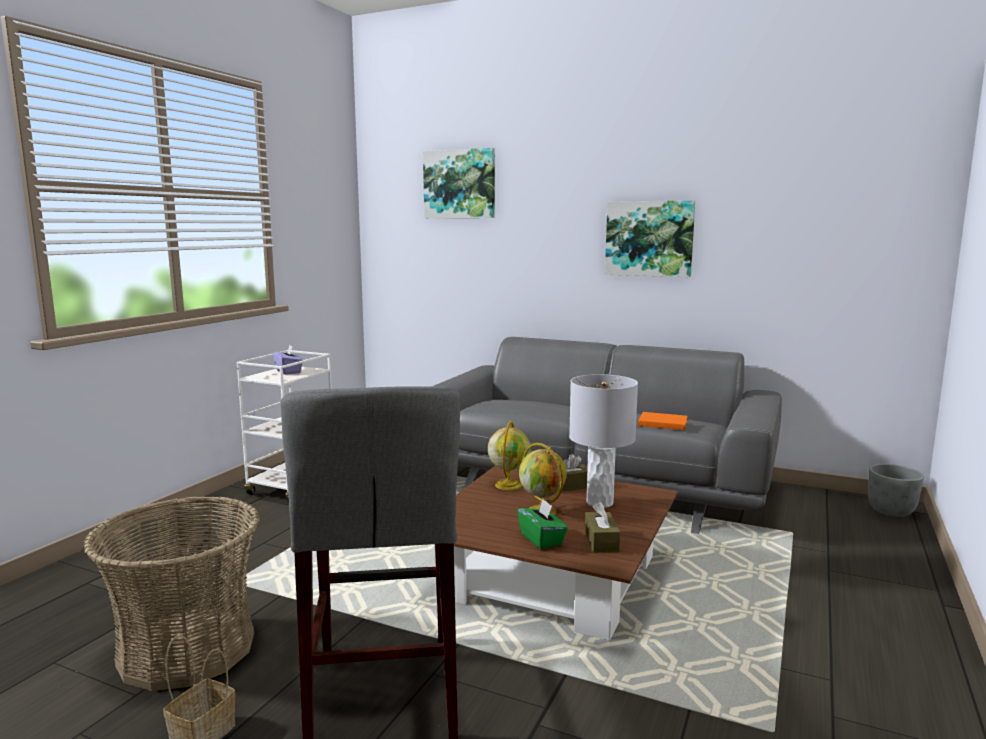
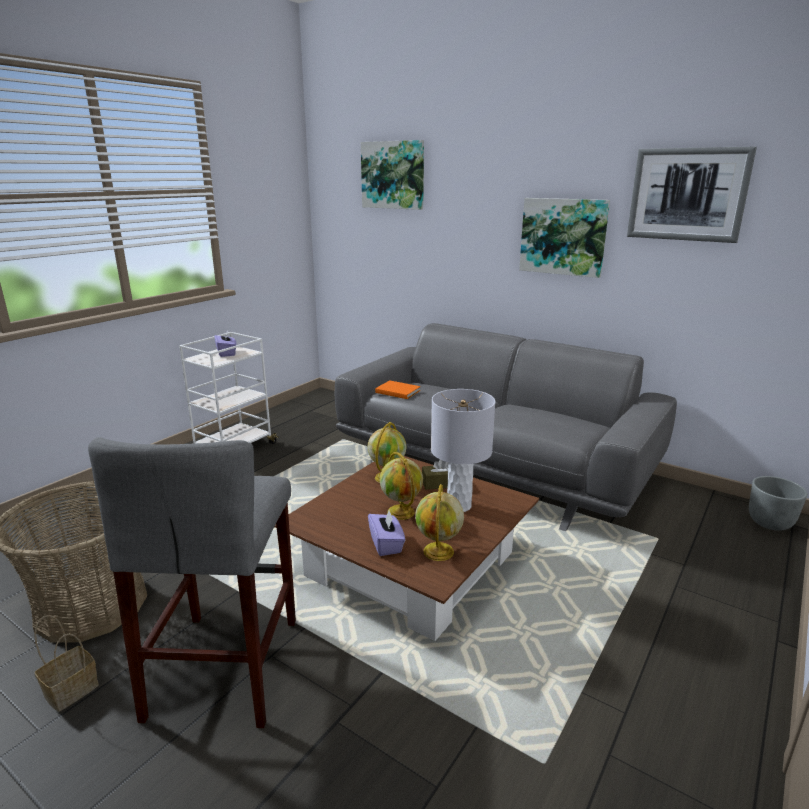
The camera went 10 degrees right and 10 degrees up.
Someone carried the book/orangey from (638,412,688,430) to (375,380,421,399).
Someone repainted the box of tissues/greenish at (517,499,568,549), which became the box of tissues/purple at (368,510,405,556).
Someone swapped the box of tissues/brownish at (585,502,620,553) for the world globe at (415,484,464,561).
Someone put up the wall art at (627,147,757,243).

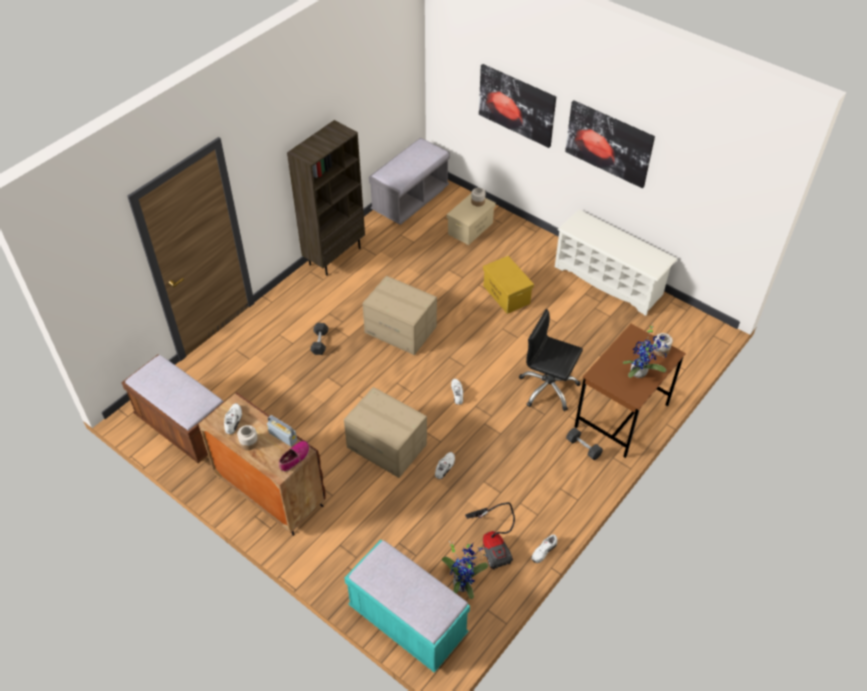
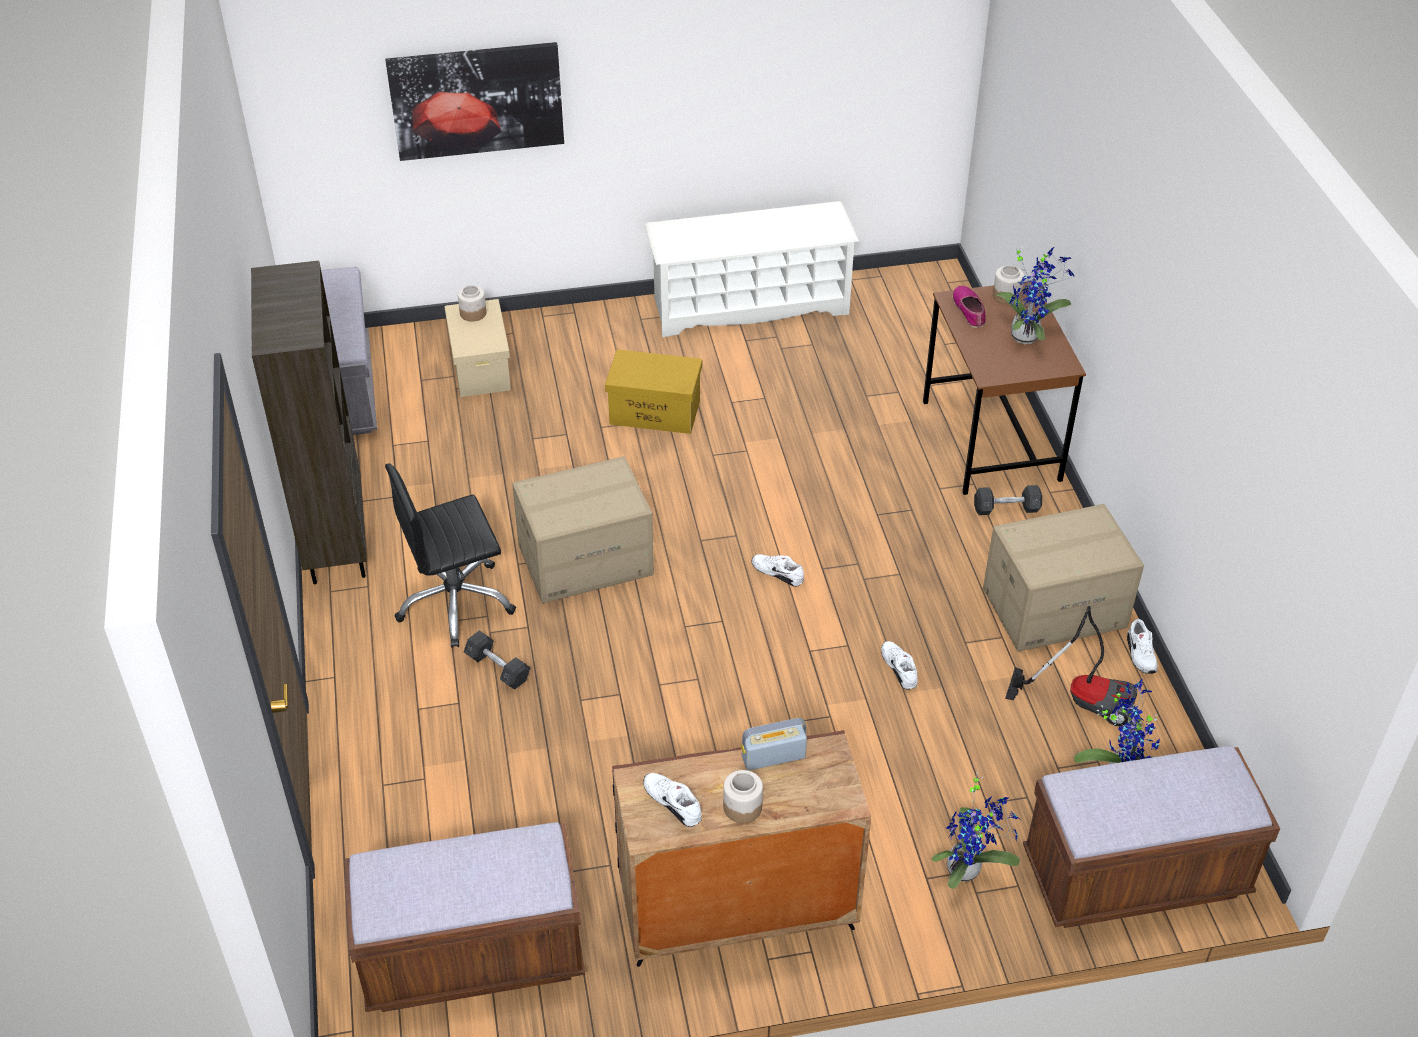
The camera went 50 degrees left and 5 degrees down.
Someone took away the wall art at (565,100,655,188).
Someone carried the office chair/black from (519,309,583,411) to (385,463,516,648).
Someone carried the packing box from (344,387,427,478) to (983,504,1144,652).
Someone carried the low shoe from (279,441,310,472) to (953,286,986,328).
Someone repainted the indoor bench/turquoise-coloured at (344,540,470,673), which became the indoor bench/brownish at (1023,746,1280,928).
Someone put down the plant in a pot at (931,771,1020,889).

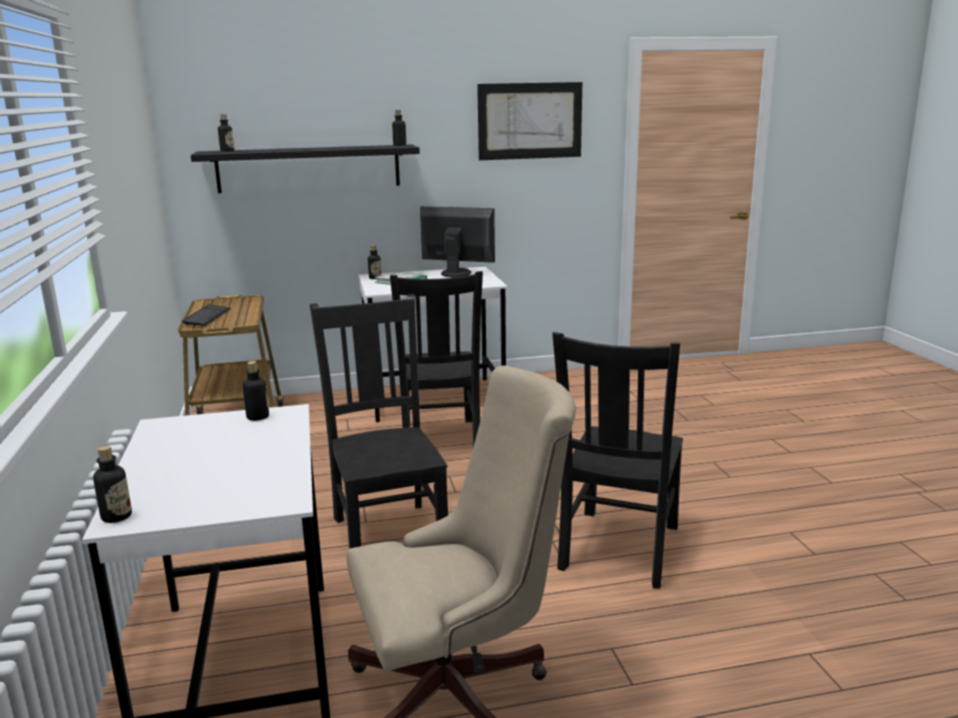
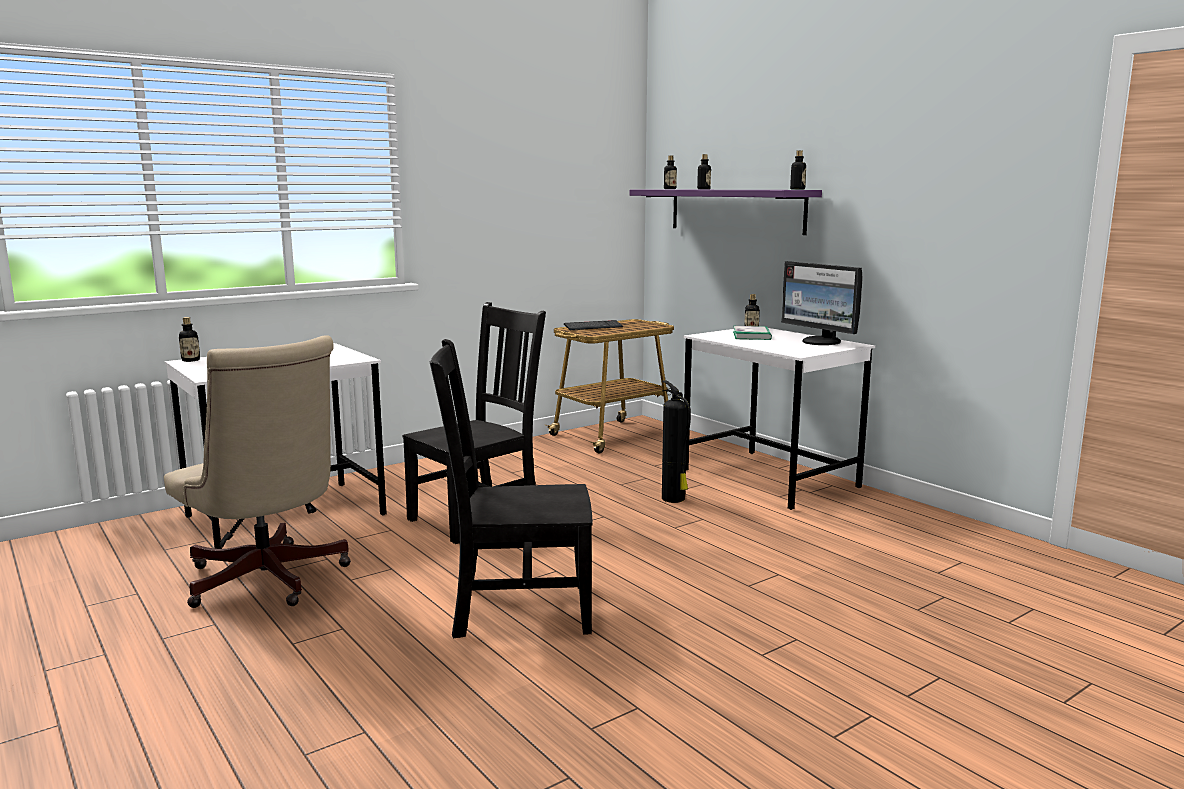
The camera went 65 degrees right and 5 degrees down.
Someone took away the wall art at (477,82,582,160).
Someone repainted the wall shelf/black at (191,145,420,193), which became the wall shelf/purple at (630,189,822,235).
Someone rotated the computer display at (420,206,495,277) by 150 degrees clockwise.
Someone swapped the chair/black at (390,271,483,447) for the fire extinguisher at (662,380,691,503).
Someone carried the beverage bottle from (243,361,269,421) to (697,154,711,189).

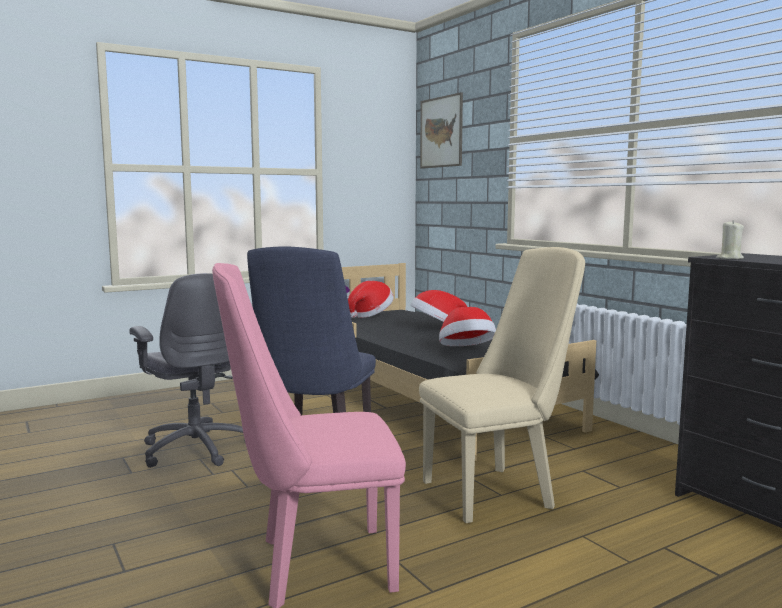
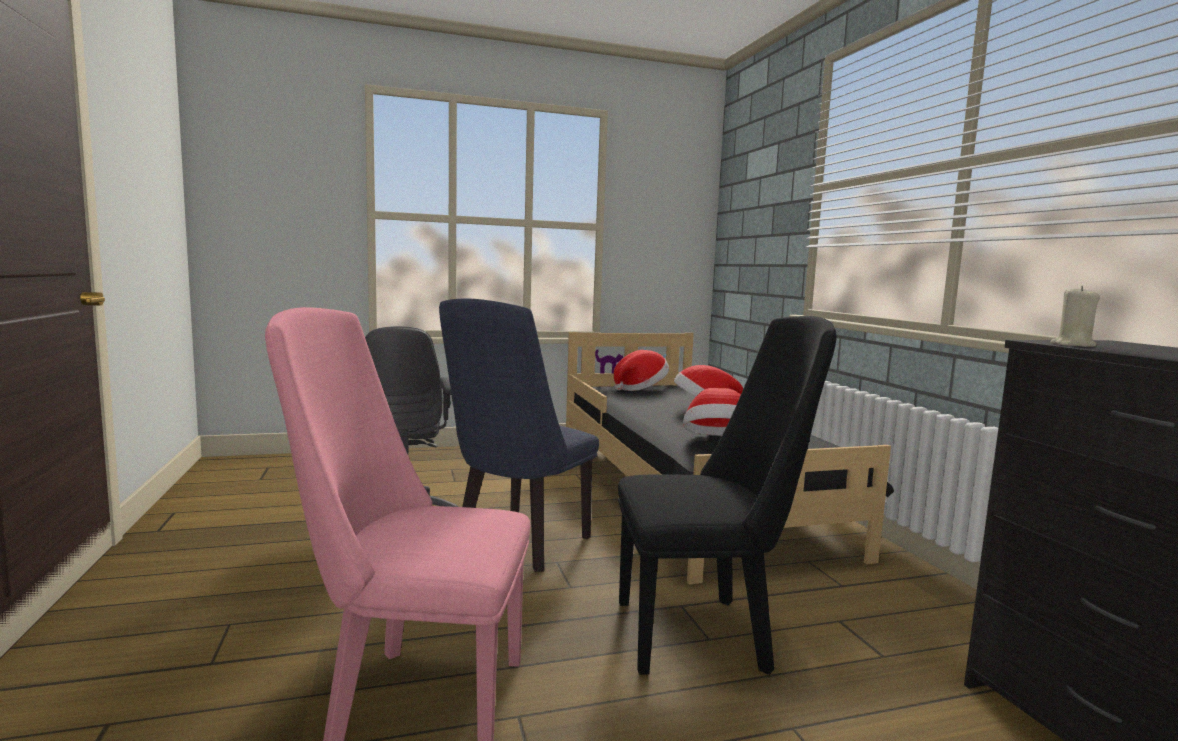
The camera went 15 degrees right and 0 degrees up.
Someone took away the wall art at (420,92,463,169).
Someone repainted the chair/beige at (419,247,585,523), which became the chair/black at (618,316,836,675).

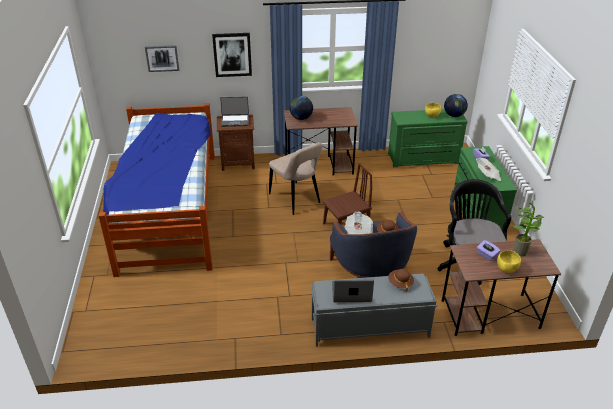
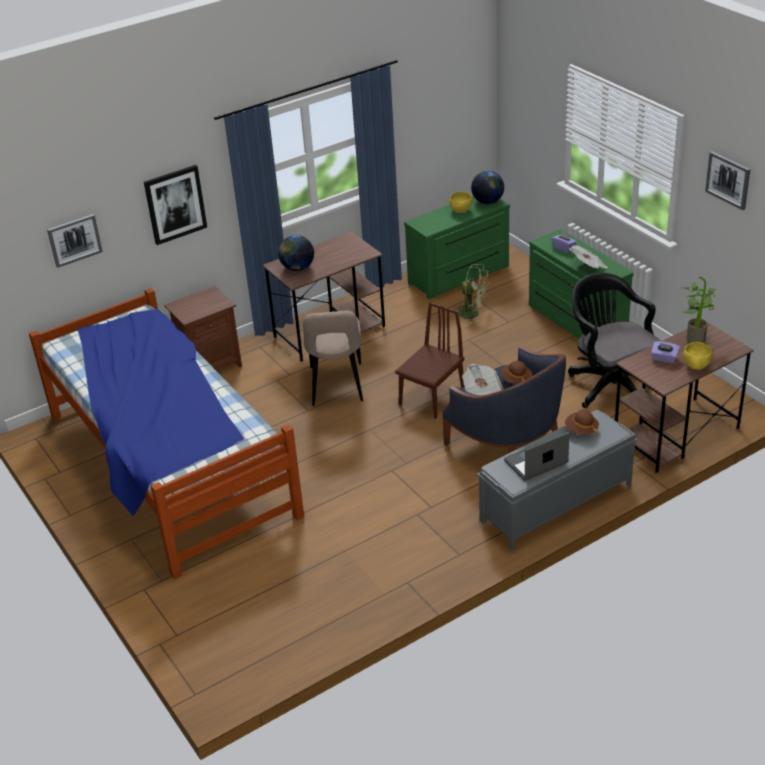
The camera went 25 degrees left and 0 degrees up.
Someone took away the notebook computer at (220,97,249,127).
Someone rotated the chair/beige at (269,142,323,215) by 60 degrees clockwise.
Someone put up the wall art at (705,151,750,210).
Someone put down the electric fan/greenish at (455,264,490,324).

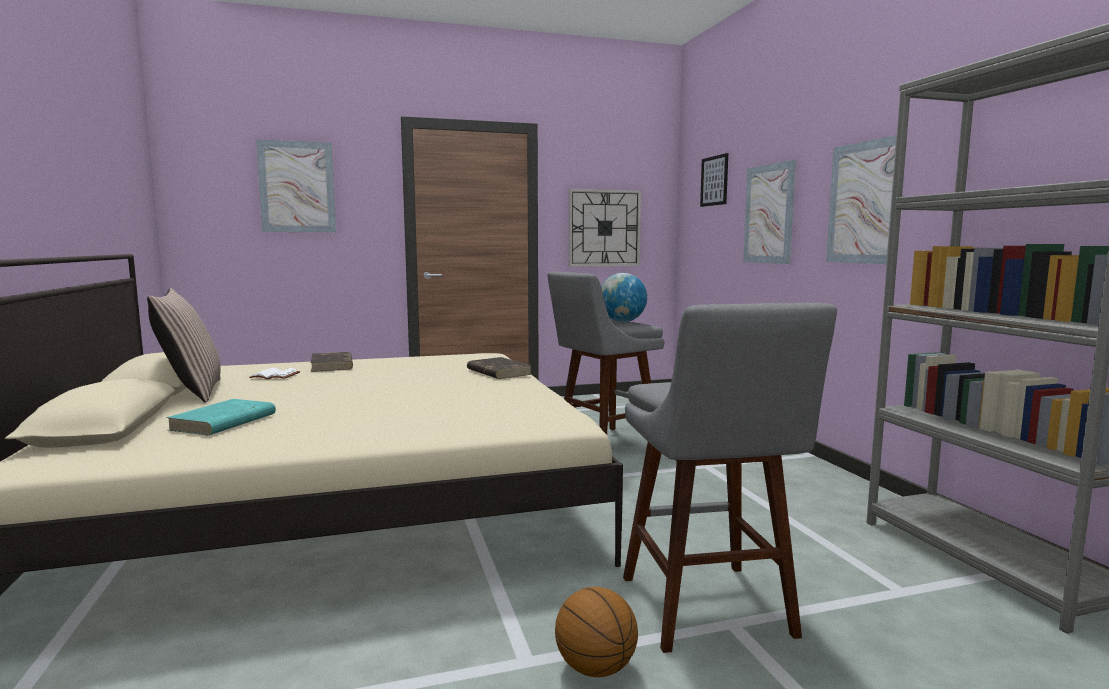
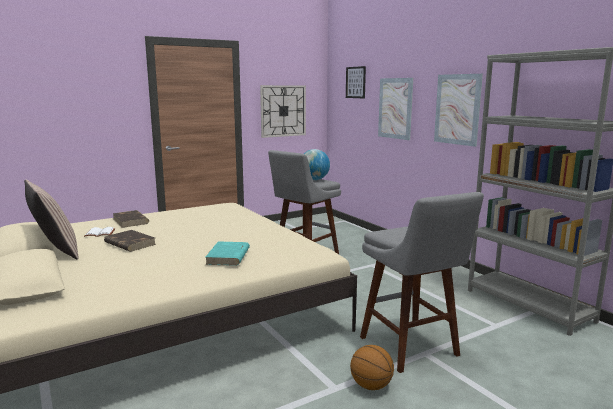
The camera went 15 degrees left and 5 degrees up.
Someone took away the wall art at (256,140,336,232).
Someone carried the book/brownish from (467,357,532,379) to (104,230,156,252).
Someone carried the book/turquoise-coloured from (166,399,276,435) to (205,242,250,266).

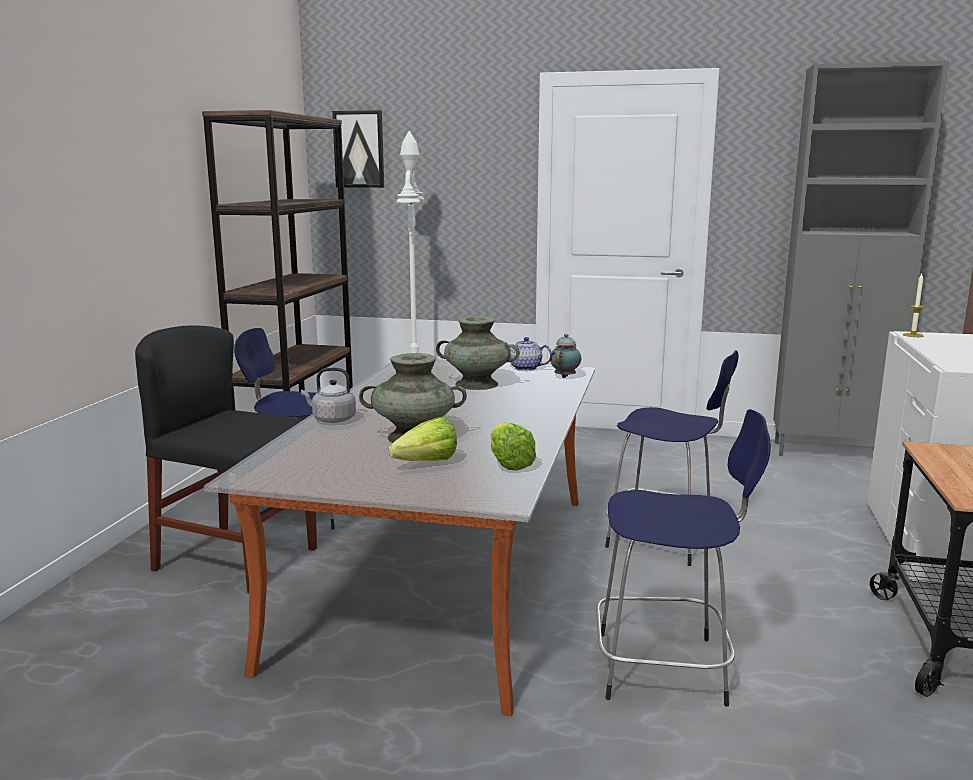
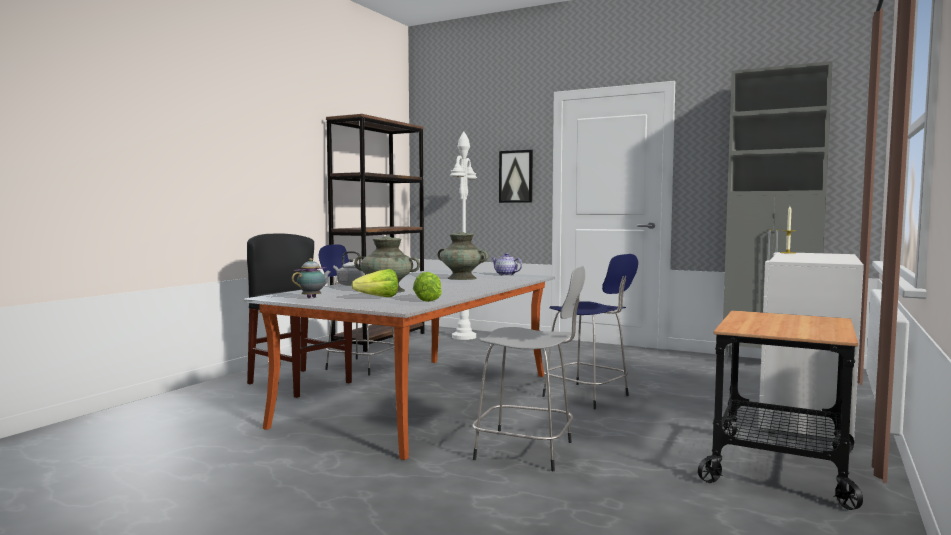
The camera went 15 degrees right and 10 degrees down.
Someone carried the wall art from (332,110,384,188) to (499,150,533,203).
Someone carried the tea pot from (550,334,581,378) to (292,258,331,298).
Someone repainted the stool seat/blue at (596,409,771,707), which became the stool seat/greyish at (472,266,585,471).

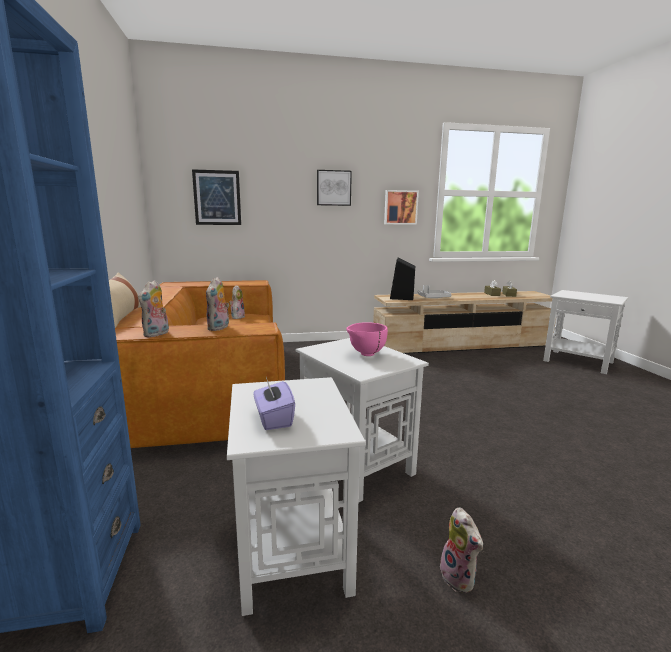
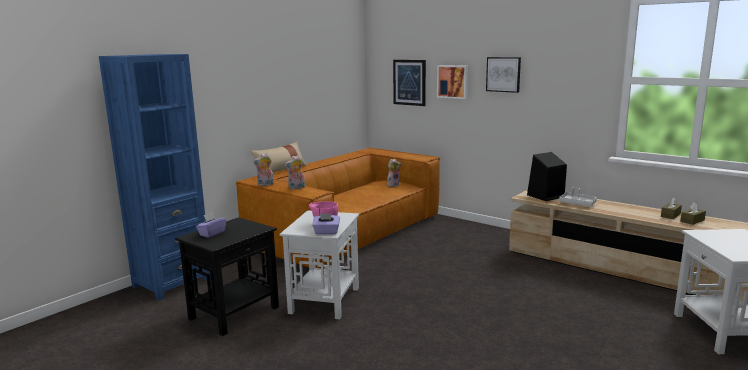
The camera went 50 degrees right and 0 degrees up.
Someone carried the wall art from (384,190,419,225) to (437,65,468,99).
Someone repainted the end table/whitish at (227,377,366,616), which became the end table/black at (175,217,279,336).
Someone took away the plush toy at (440,507,483,593).
Someone put down the box of tissues/purple at (312,214,340,234).

